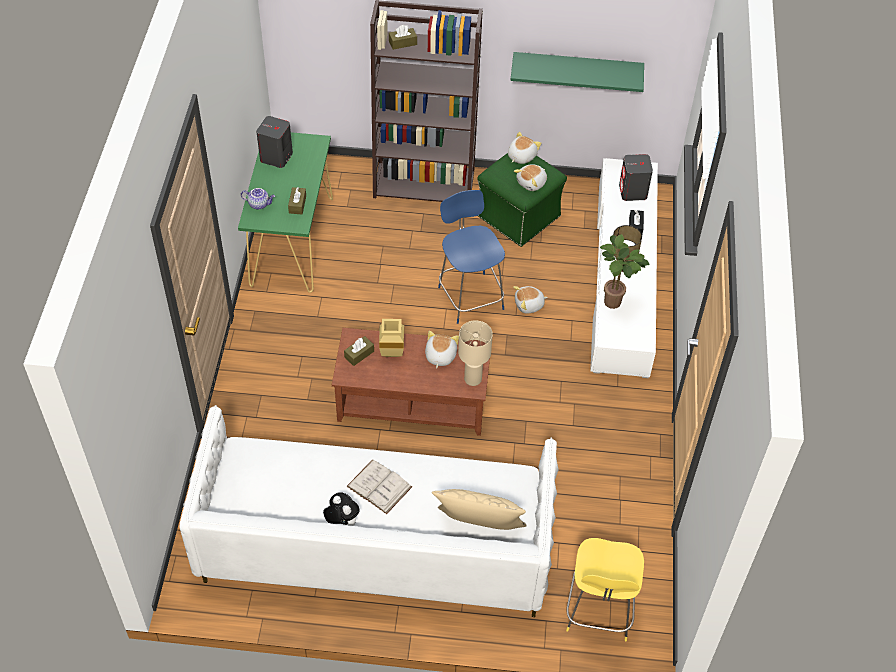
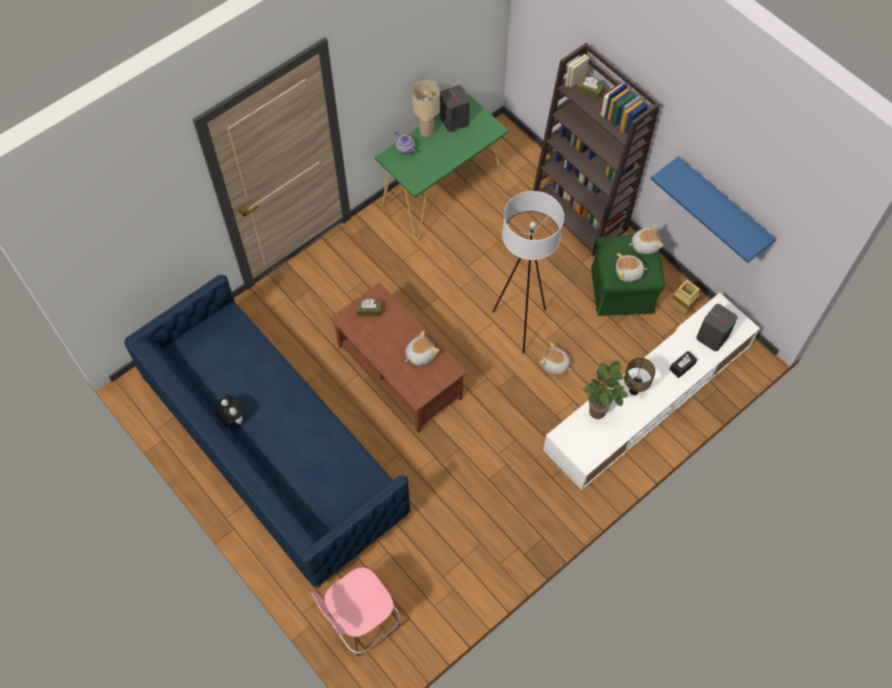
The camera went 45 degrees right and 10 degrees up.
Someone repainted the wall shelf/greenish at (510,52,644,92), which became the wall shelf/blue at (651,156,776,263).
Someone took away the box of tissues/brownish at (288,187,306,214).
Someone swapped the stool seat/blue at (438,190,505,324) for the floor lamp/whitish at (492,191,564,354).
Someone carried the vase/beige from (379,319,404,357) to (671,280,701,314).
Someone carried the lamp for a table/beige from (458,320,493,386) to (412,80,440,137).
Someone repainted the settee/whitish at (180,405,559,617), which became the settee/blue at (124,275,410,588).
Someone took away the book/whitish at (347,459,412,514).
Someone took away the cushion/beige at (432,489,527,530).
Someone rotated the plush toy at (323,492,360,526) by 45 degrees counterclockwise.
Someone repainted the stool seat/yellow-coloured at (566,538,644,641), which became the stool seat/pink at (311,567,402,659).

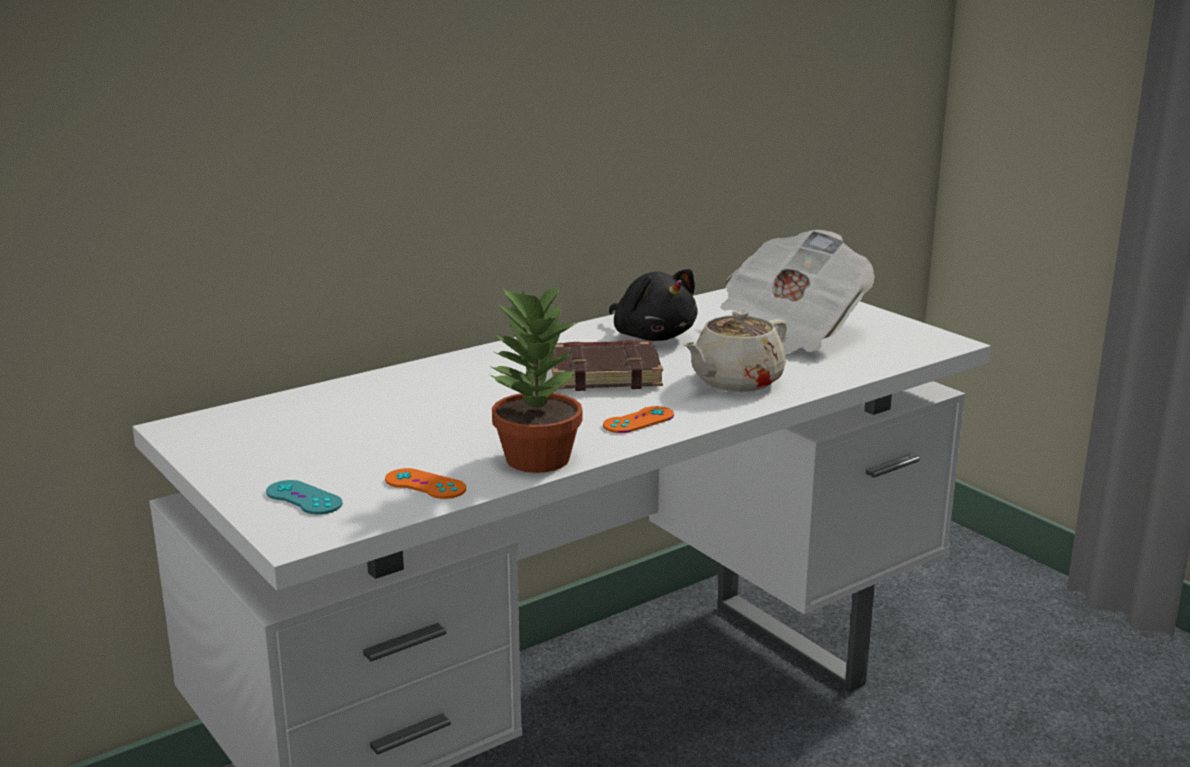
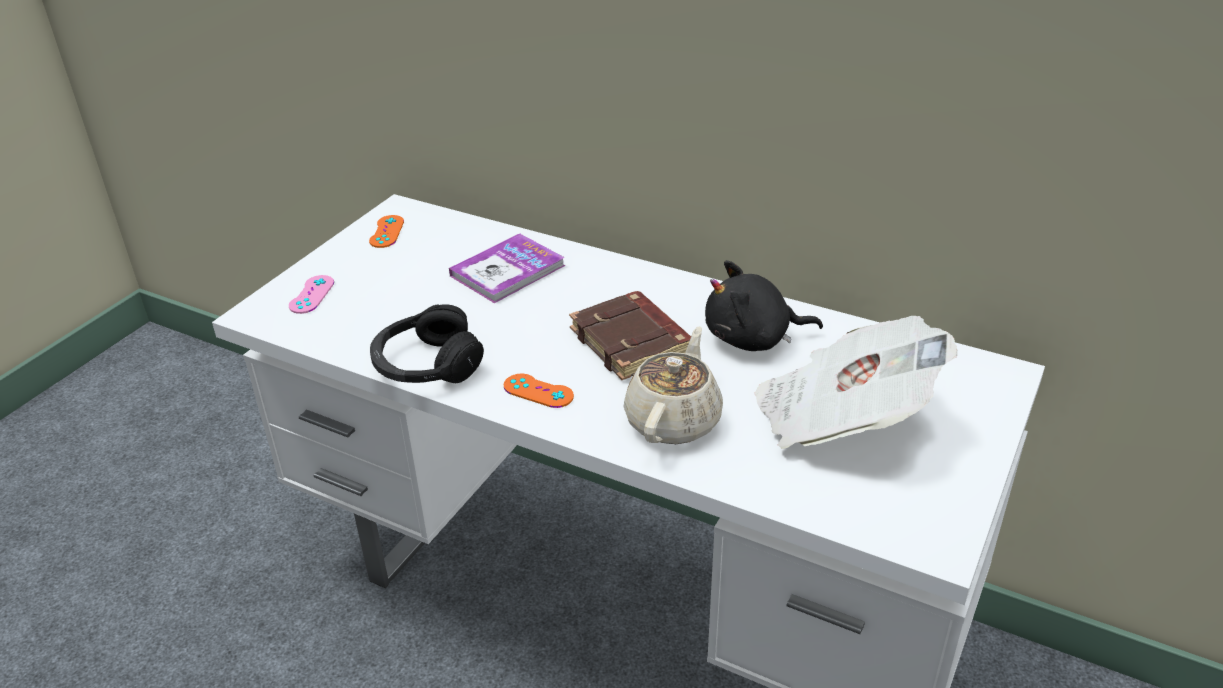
The camera went 65 degrees right and 15 degrees up.
Someone rotated the plush toy/black at (609,269,698,341) by 60 degrees clockwise.
Someone swapped the plant in a pot at (489,284,582,473) for the headset/black at (370,304,484,383).
Someone rotated the tea pot/beige at (683,310,787,392) by 90 degrees clockwise.
Someone carried the gamepad/orangey from (385,468,466,499) to (369,215,404,248).
Someone repainted the gamepad/turquoise-coloured at (266,480,342,515), which became the gamepad/pink at (289,275,334,314).
Someone put down the book at (449,233,565,303).

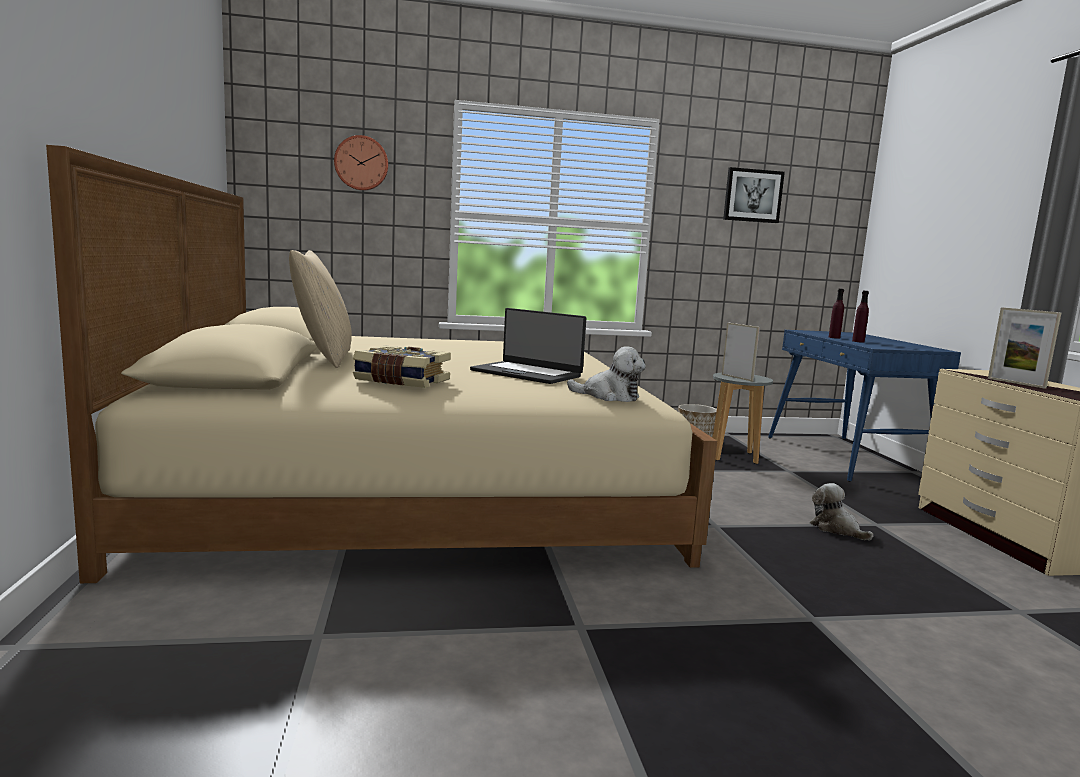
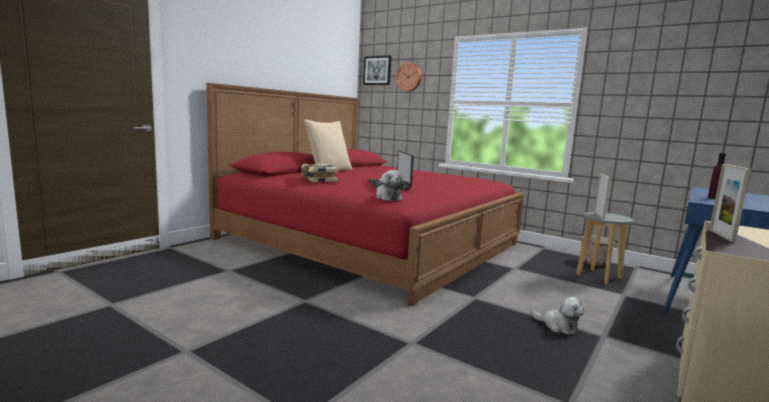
The camera went 45 degrees right and 0 degrees up.
Someone repainted the bed/beige at (46,145,717,583), which became the bed/red at (206,83,524,306).
Someone carried the wall art from (723,167,785,223) to (363,56,392,85).
Someone took away the beverage bottle/purple at (829,289,844,339).
Someone rotated the plush toy at (810,483,874,541) by 120 degrees clockwise.

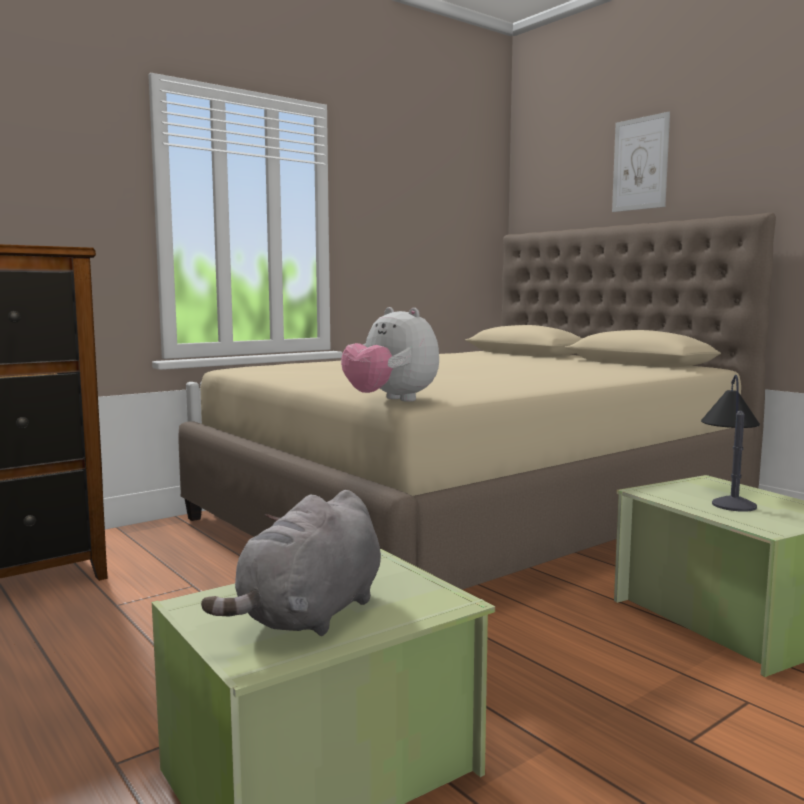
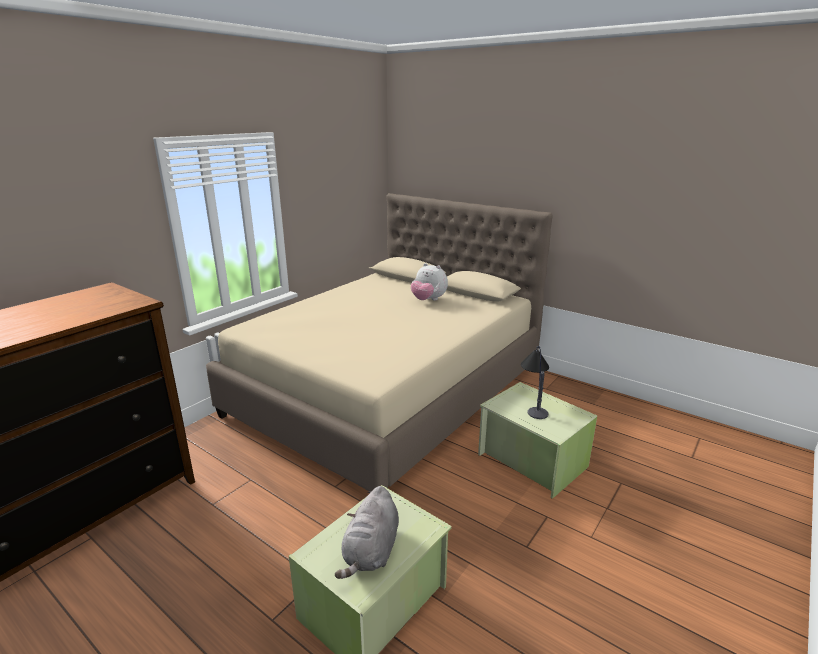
The camera went 15 degrees left and 15 degrees up.
Someone took away the wall art at (612,112,670,212).
Someone carried the plush toy from (341,307,439,402) to (411,263,448,301).

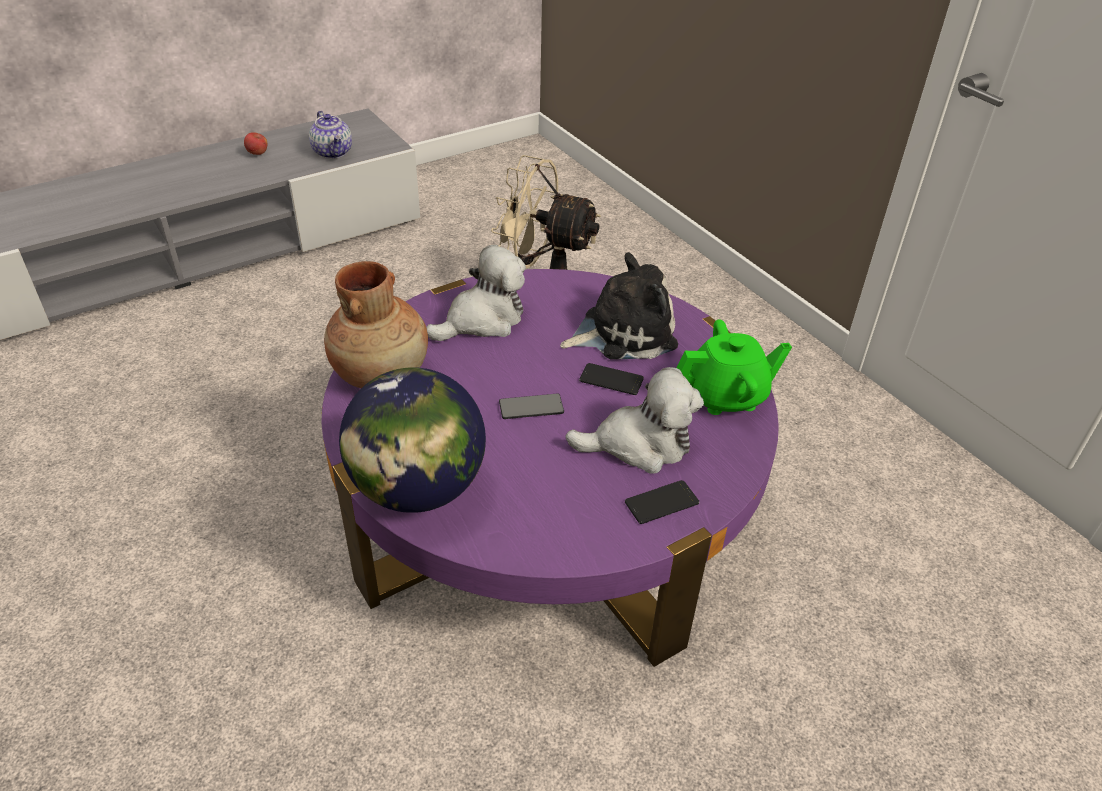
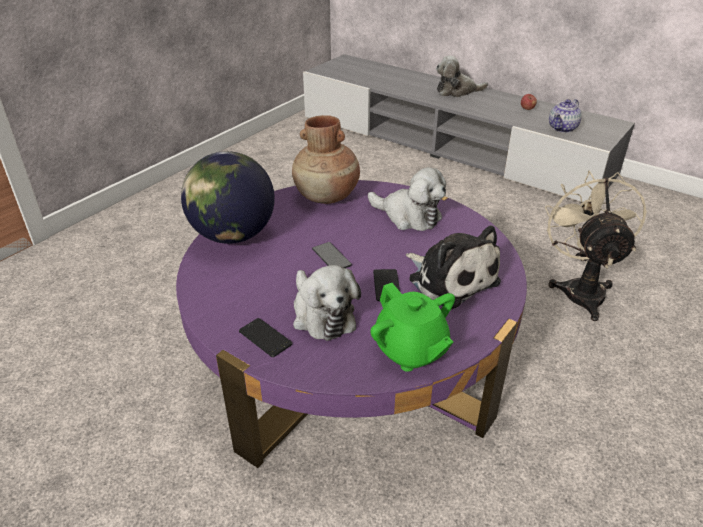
The camera went 70 degrees right and 5 degrees down.
Someone put down the plush toy at (436,55,488,97).

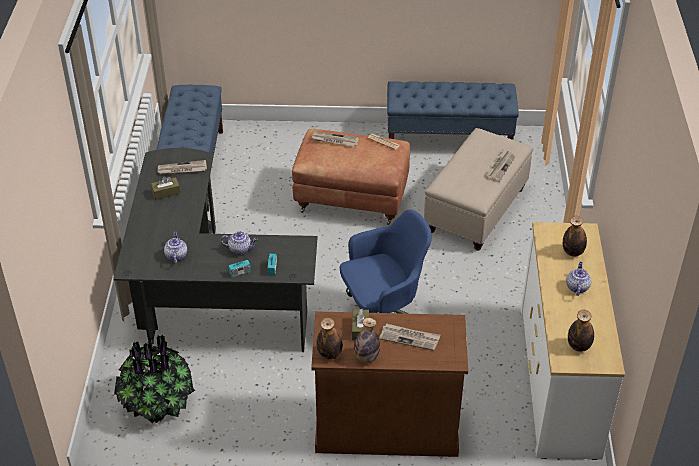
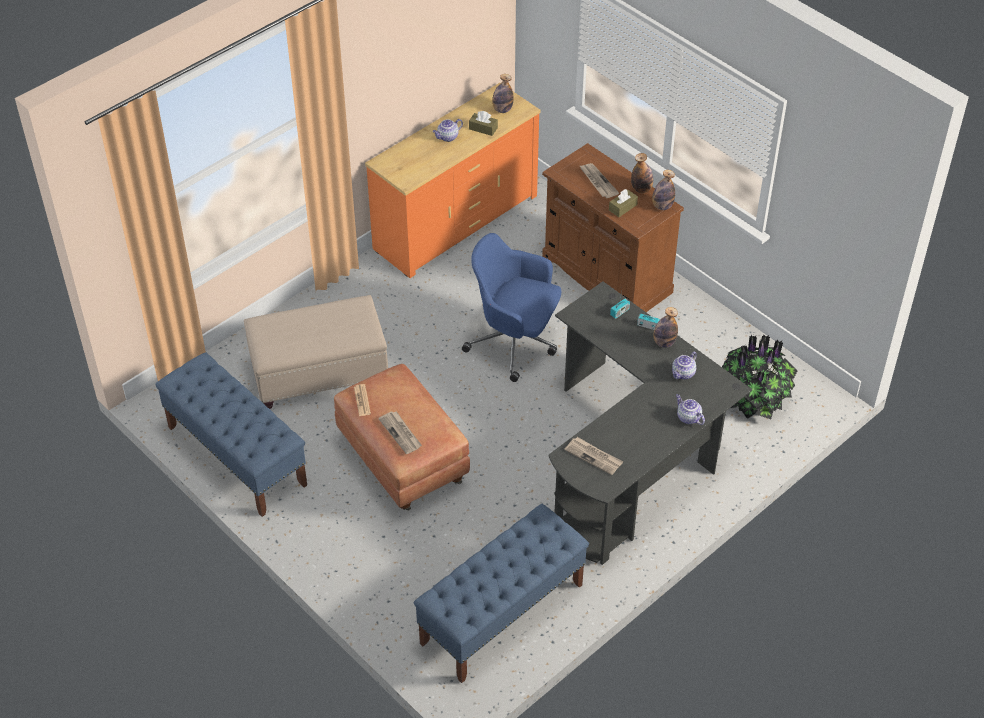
The camera went 135 degrees left and 5 degrees up.
Someone took away the daily paper at (485,149,516,182).
Someone carried the box of tissues/brownish from (151,176,181,200) to (469,111,498,136).
Someone carried the beverage bottle from (563,216,587,257) to (654,307,678,348).
Someone repainted the dresser/whitish at (521,222,625,460), which became the dresser/orangey at (365,83,541,278).
Someone carried the tea pot from (221,231,258,255) to (676,394,705,425).

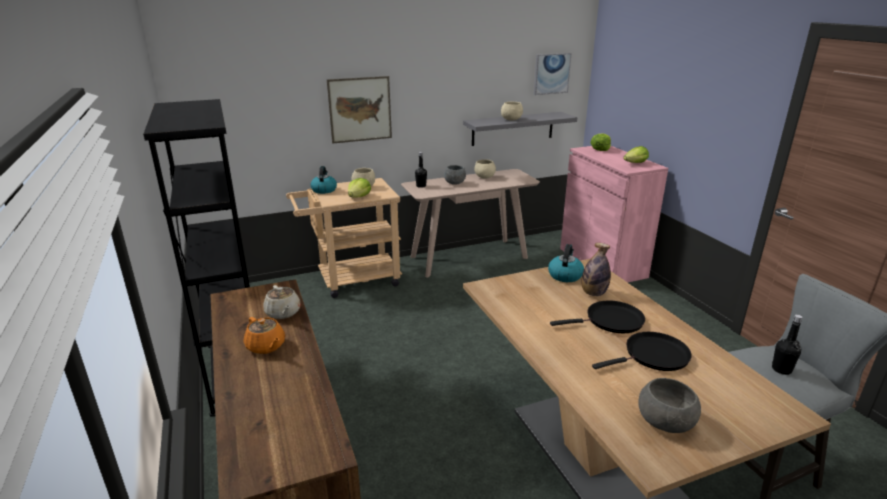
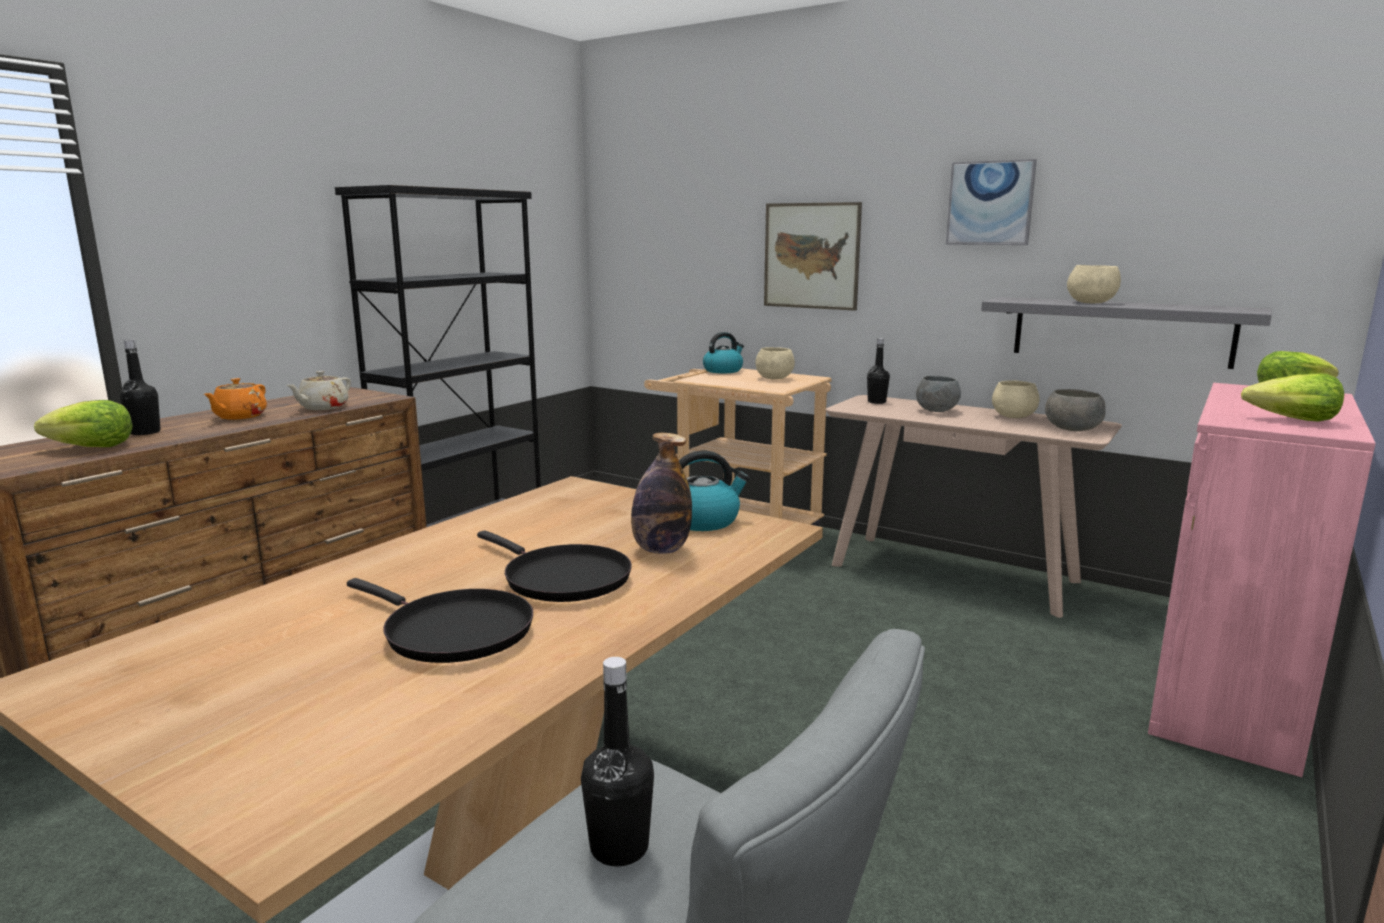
The camera went 55 degrees right and 10 degrees down.
Someone carried the wall art from (534,53,572,95) to (946,159,1037,245).
Someone carried the lettuce from (348,178,371,198) to (34,400,133,447).
Someone carried the bowl/greyish from (638,378,701,433) to (1045,389,1106,431).
Someone put down the beverage bottle/black at (120,339,160,435).

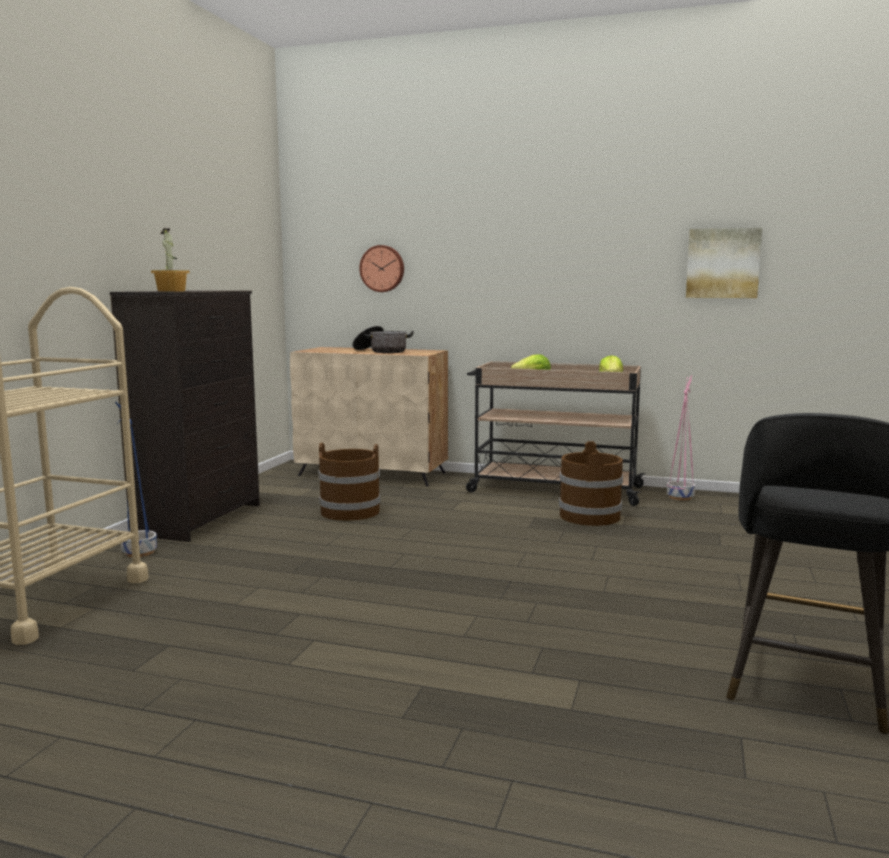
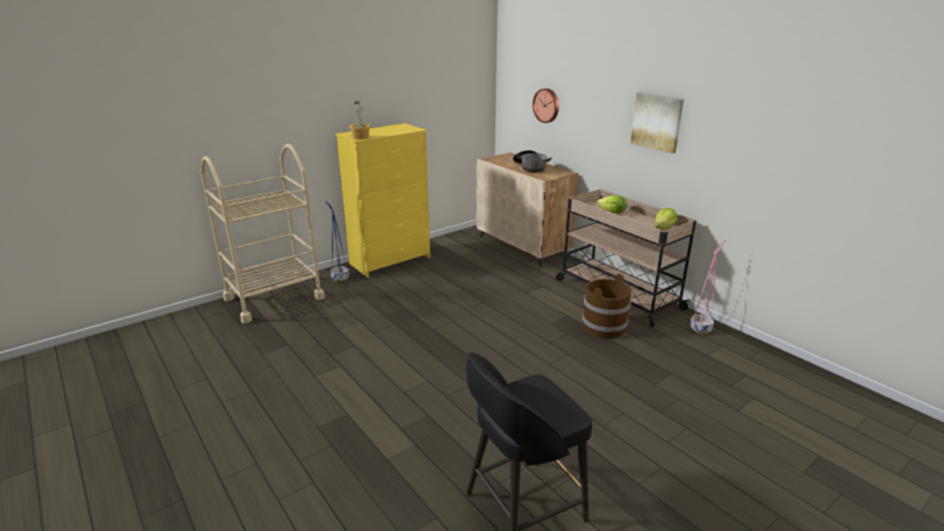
The camera went 35 degrees right and 15 degrees up.
Someone carried the wall art from (686,228,762,298) to (630,92,684,154).
Someone repainted the dresser/black at (110,290,260,542), which became the dresser/yellow-coloured at (336,123,430,277).
Someone took away the bucket/brownish at (318,443,380,521).

